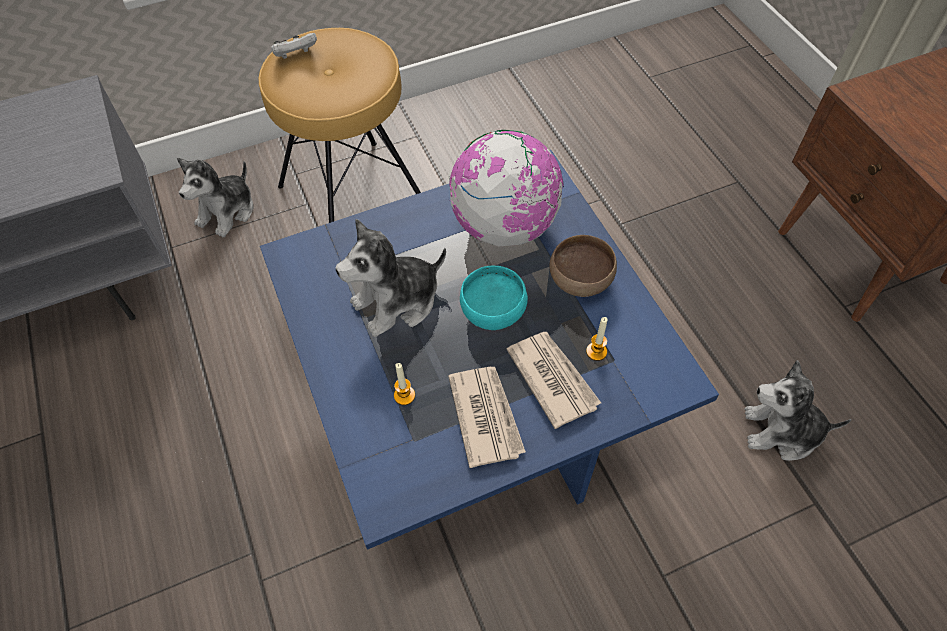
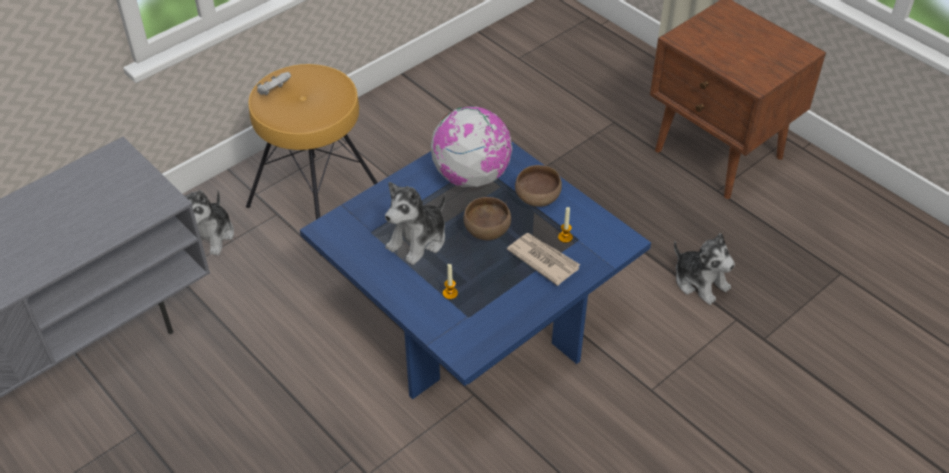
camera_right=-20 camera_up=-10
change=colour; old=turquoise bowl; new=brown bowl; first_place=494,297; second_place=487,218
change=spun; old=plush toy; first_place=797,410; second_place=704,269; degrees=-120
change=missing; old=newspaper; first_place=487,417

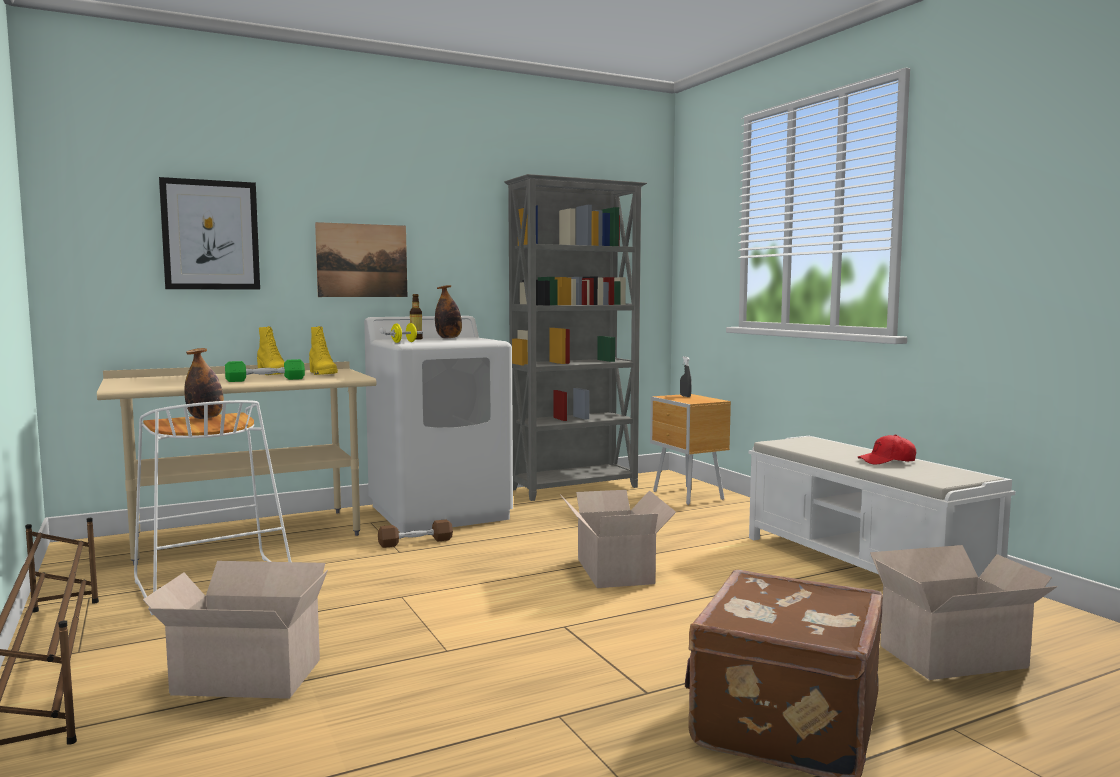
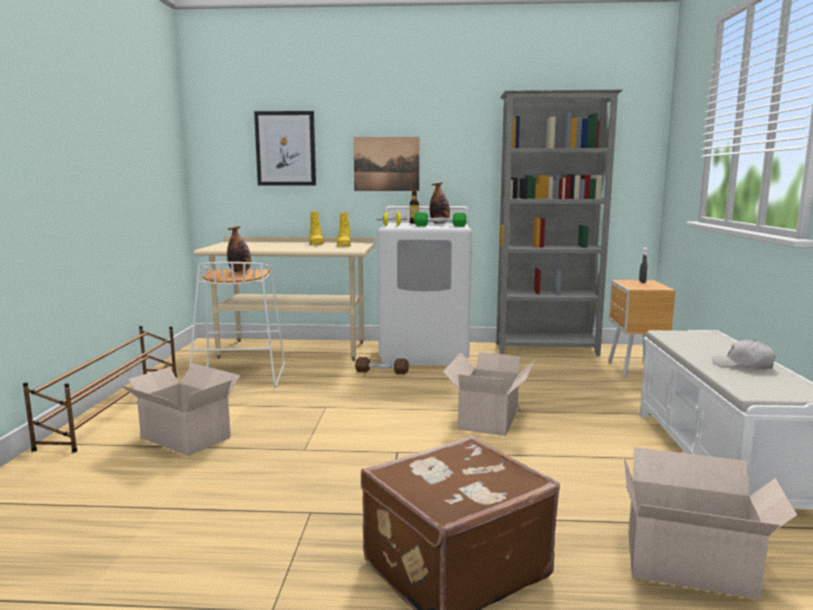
camera_right=30 camera_up=5
change=relocated; old=green dumbbell; first_place=265,370; second_place=440,219
change=colour; old=red cap; new=white cap; first_place=887,449; second_place=744,354

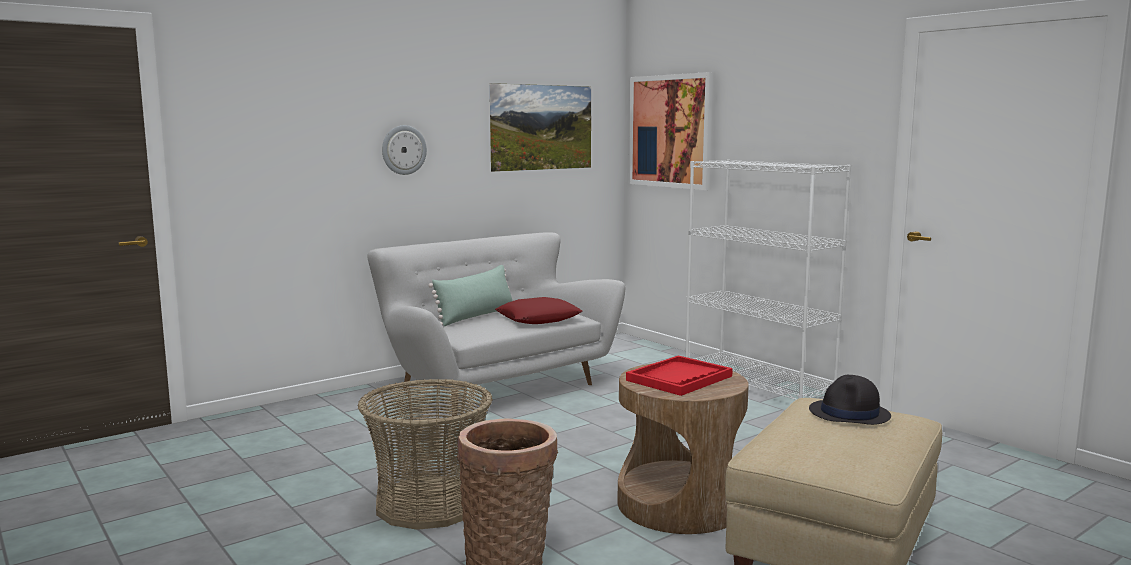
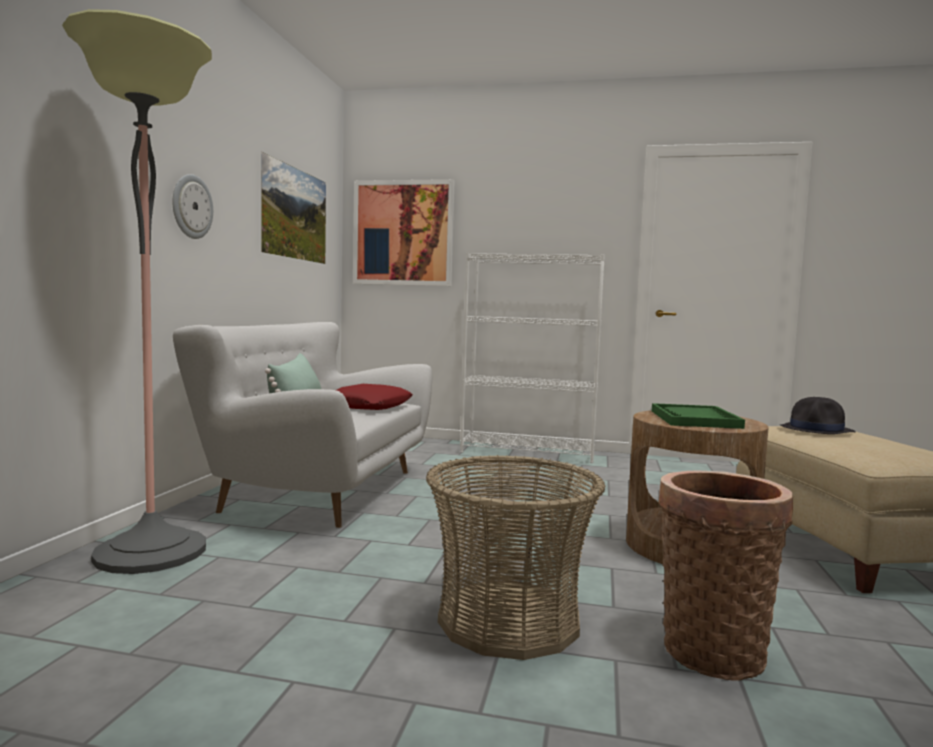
camera_right=-40 camera_up=-5
change=appeared; new=floor lamp; second_place=137,291
change=colour; old=red tray; new=green tray; first_place=679,375; second_place=698,416

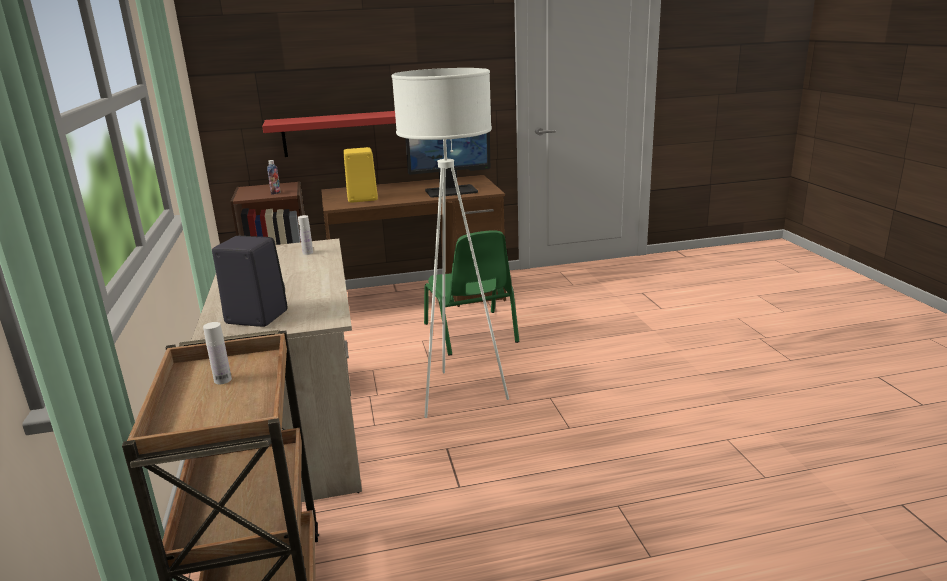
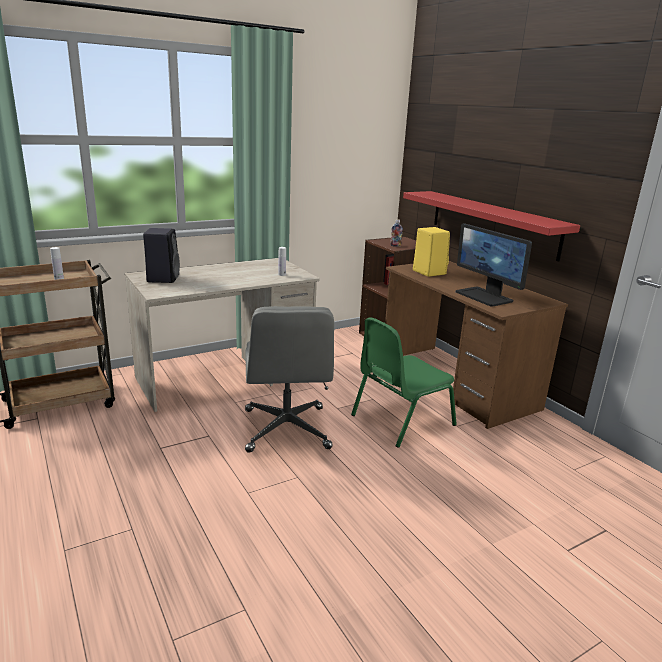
camera_right=70 camera_up=0
change=exchanged; old=white floor lamp; new=grey office chair; first_place=450,243; second_place=289,379

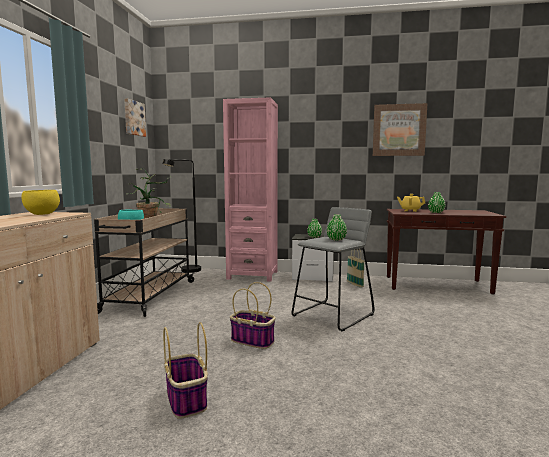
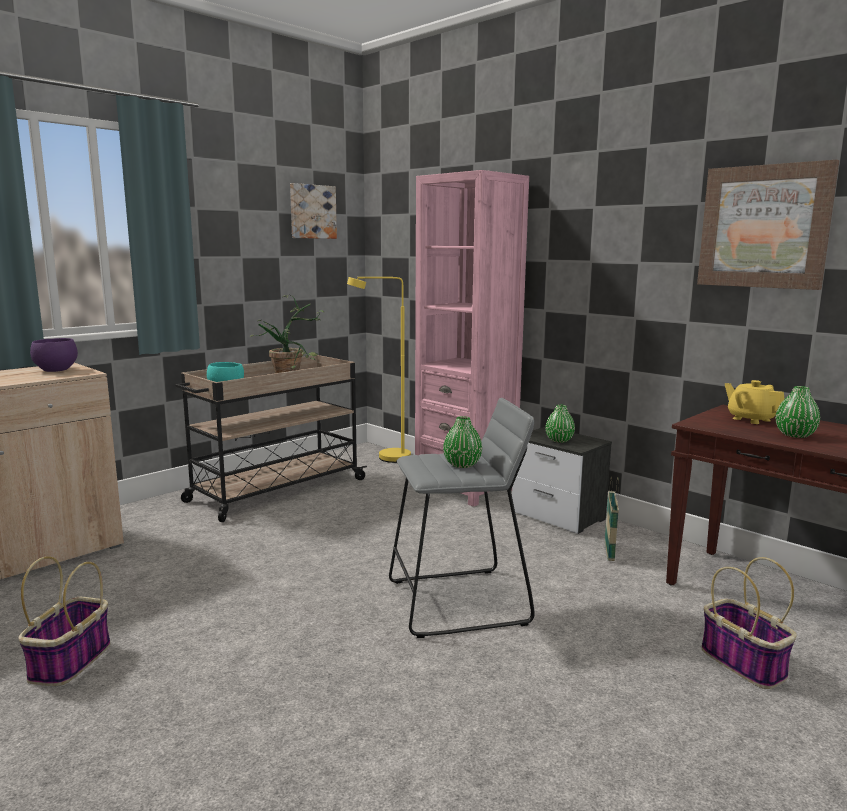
camera_right=35 camera_up=5
change=colour; old=yellow bowl; new=purple bowl; first_place=40,202; second_place=54,355
change=colour; old=black floor lamp; new=yellow floor lamp; first_place=182,216; second_place=379,370
change=relocated; old=basket; first_place=253,315; second_place=749,623

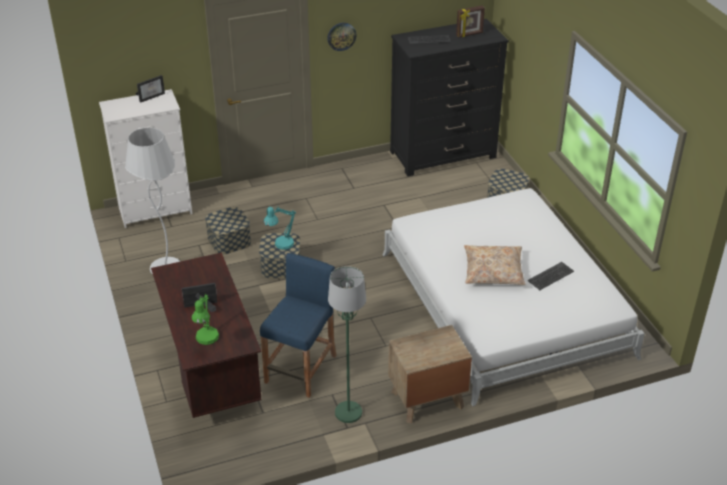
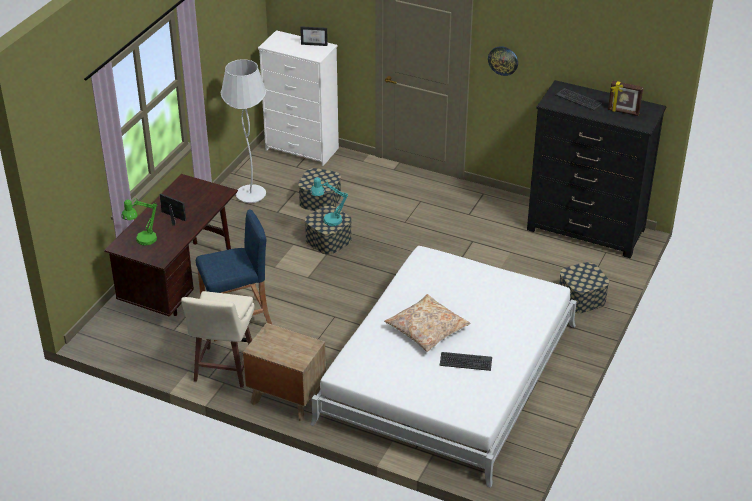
camera_right=45 camera_up=0
change=exchanged; old=green floor lamp; new=beige stool; first_place=347,344; second_place=217,339

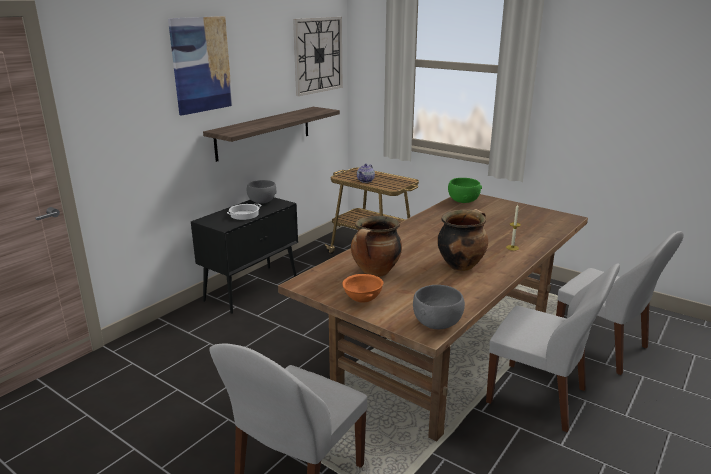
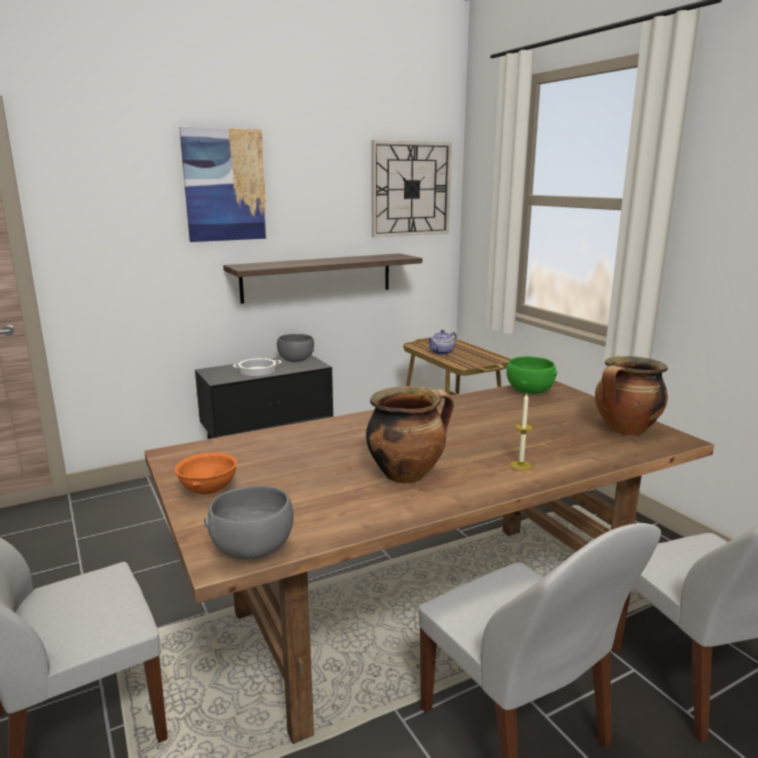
camera_right=25 camera_up=-5
change=relocated; old=cooking pot; first_place=376,246; second_place=631,395

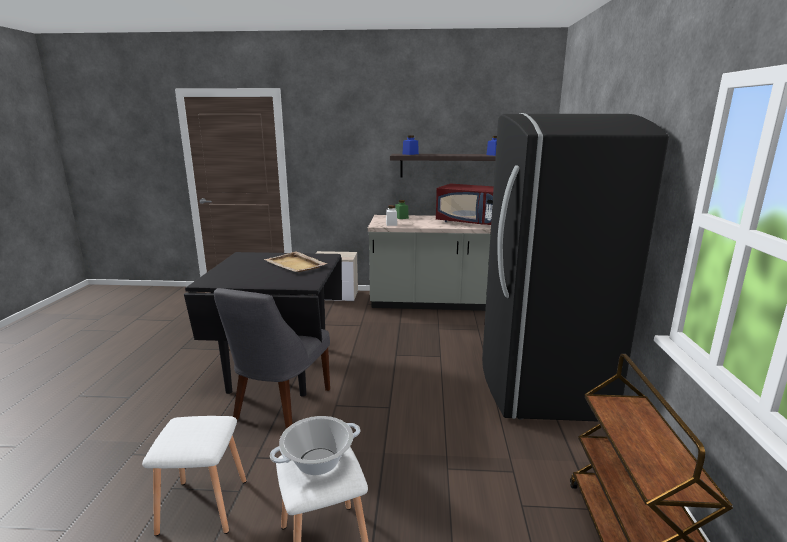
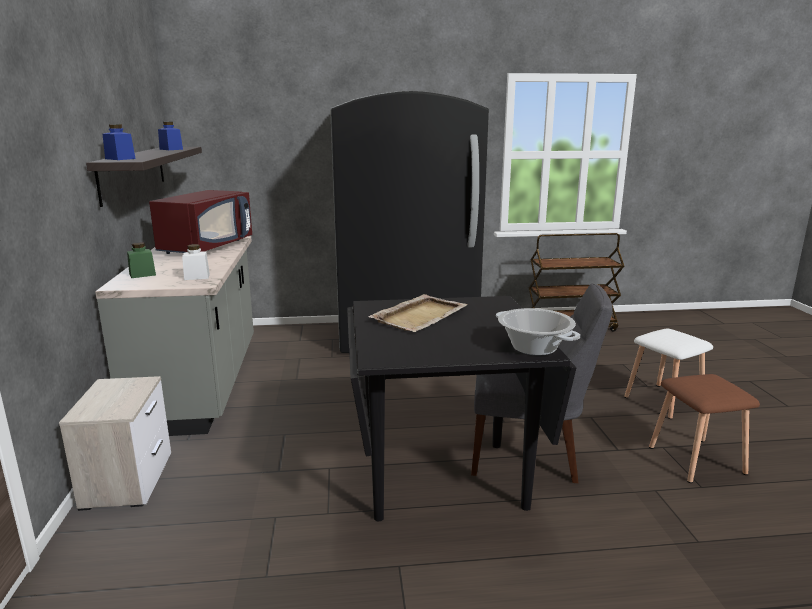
camera_right=-100 camera_up=0
change=relocated; old=cooking pot; first_place=315,445; second_place=538,331
change=colour; old=white stool; new=brown stool; first_place=194,476; second_place=704,428

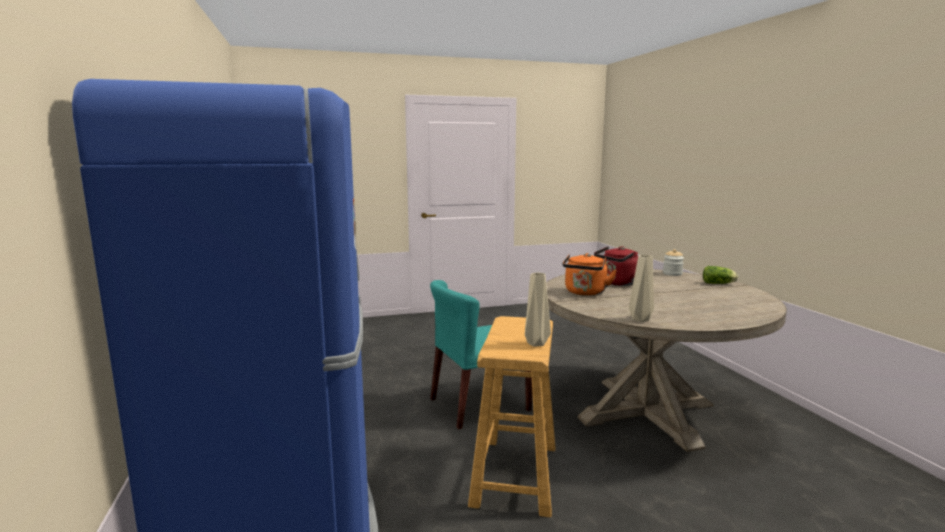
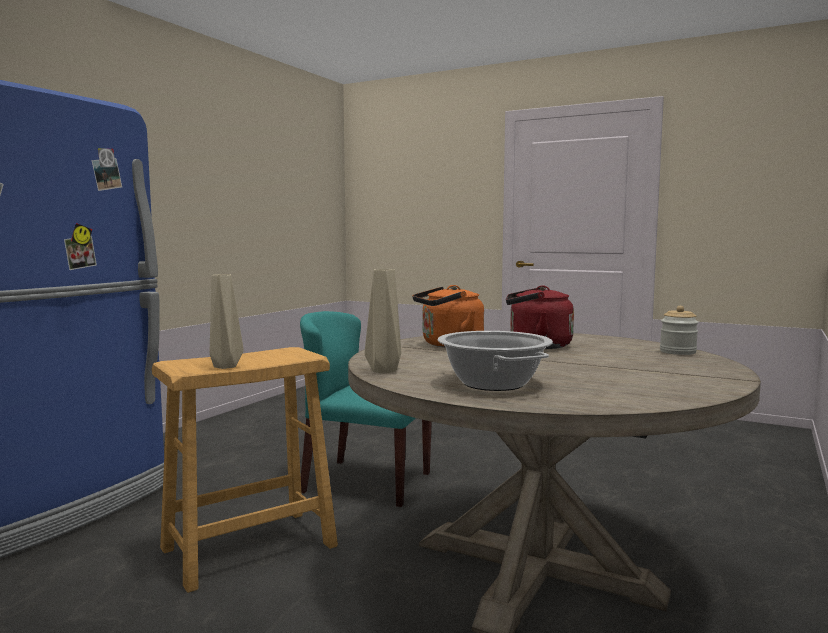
camera_right=45 camera_up=-5
change=appeared; new=cooking pot; second_place=495,361
change=missing; old=lettuce; first_place=720,275

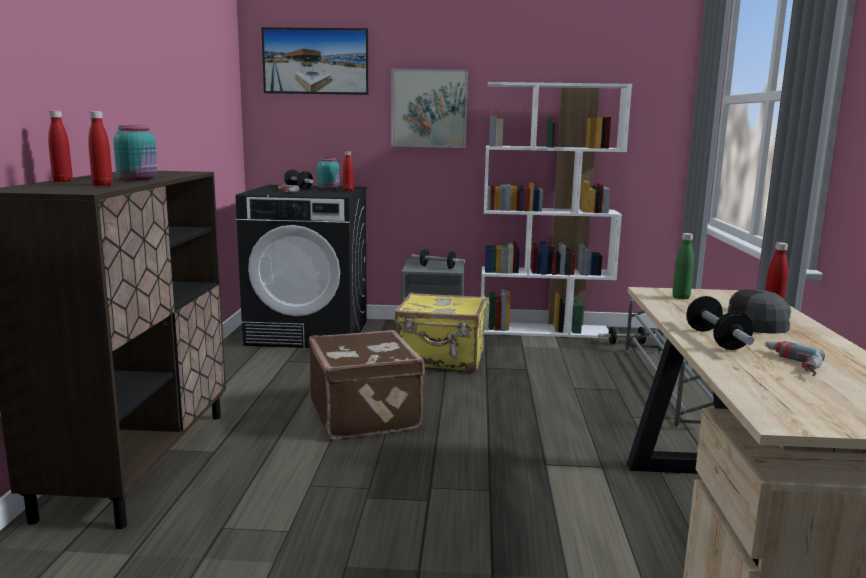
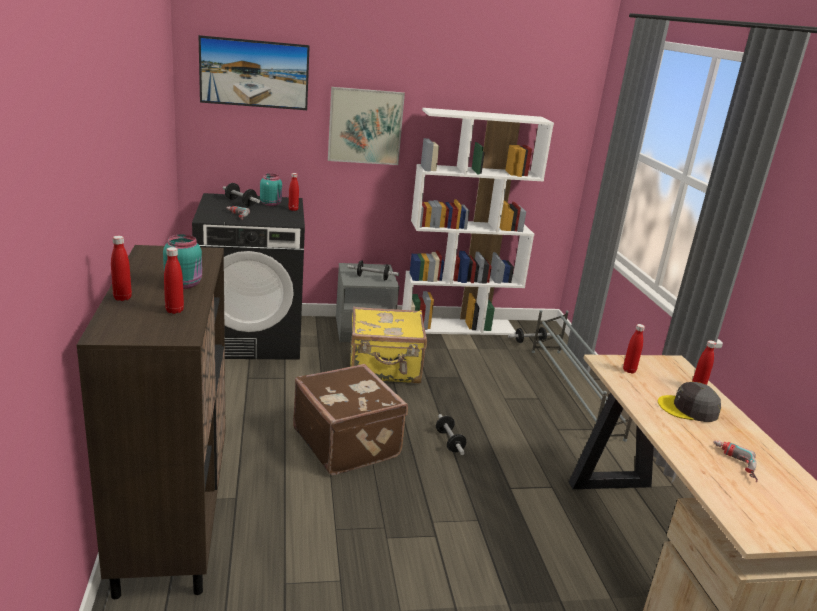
camera_right=-15 camera_up=10
change=relocated; old=dumbbell; first_place=720,323; second_place=451,434
change=colour; old=green bottle; new=red bottle; first_place=683,266; second_place=634,348

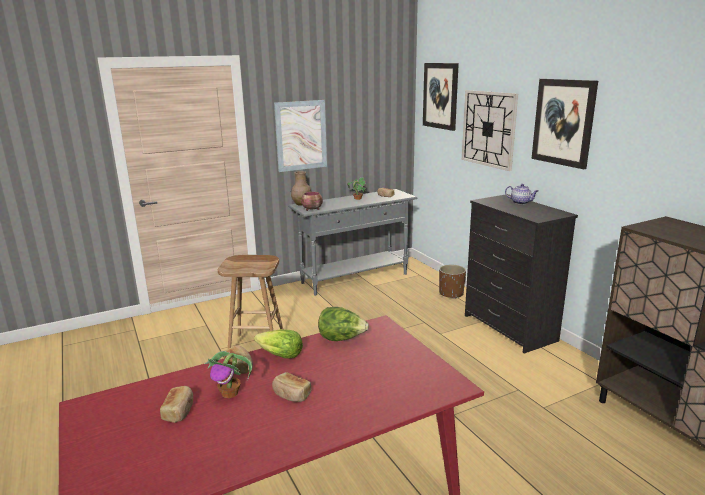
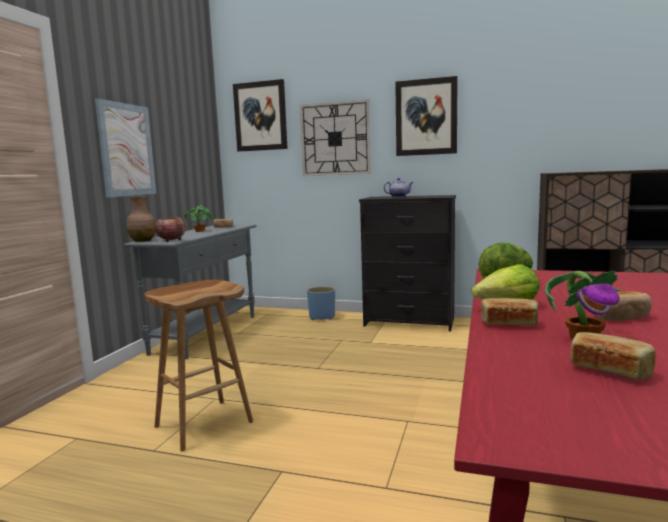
camera_right=-45 camera_up=-10
change=colour; old=brown planter; new=blue planter; first_place=452,282; second_place=321,303

